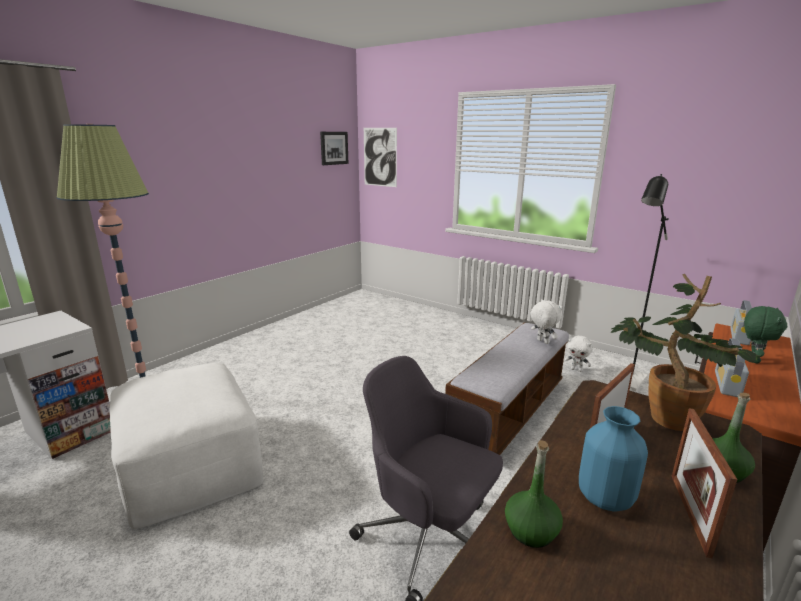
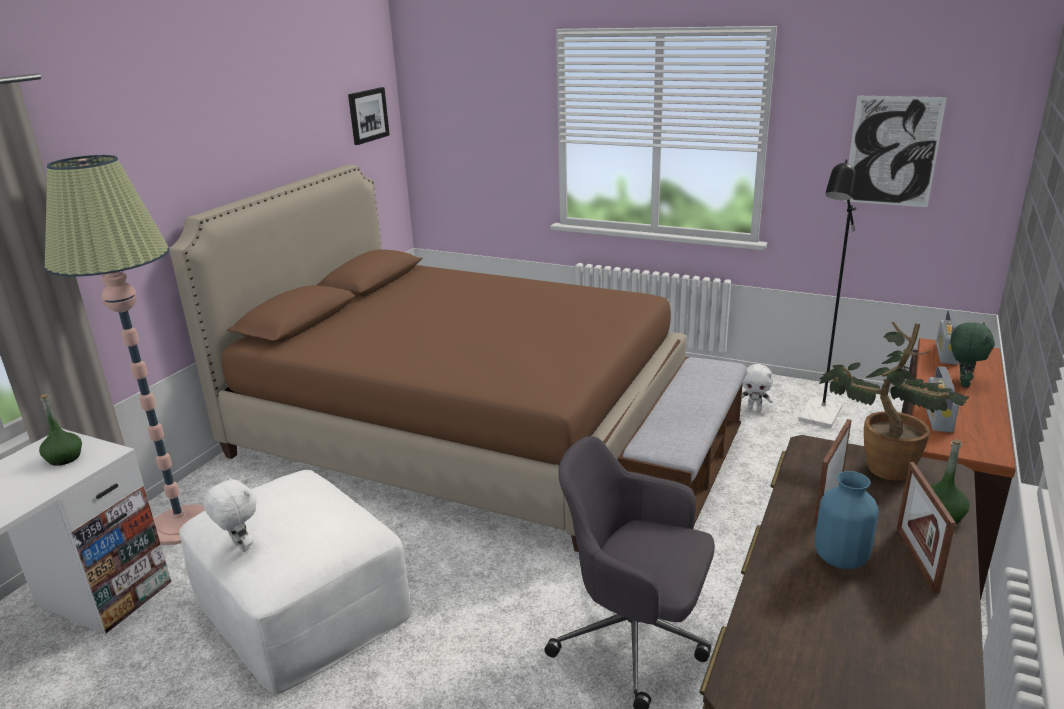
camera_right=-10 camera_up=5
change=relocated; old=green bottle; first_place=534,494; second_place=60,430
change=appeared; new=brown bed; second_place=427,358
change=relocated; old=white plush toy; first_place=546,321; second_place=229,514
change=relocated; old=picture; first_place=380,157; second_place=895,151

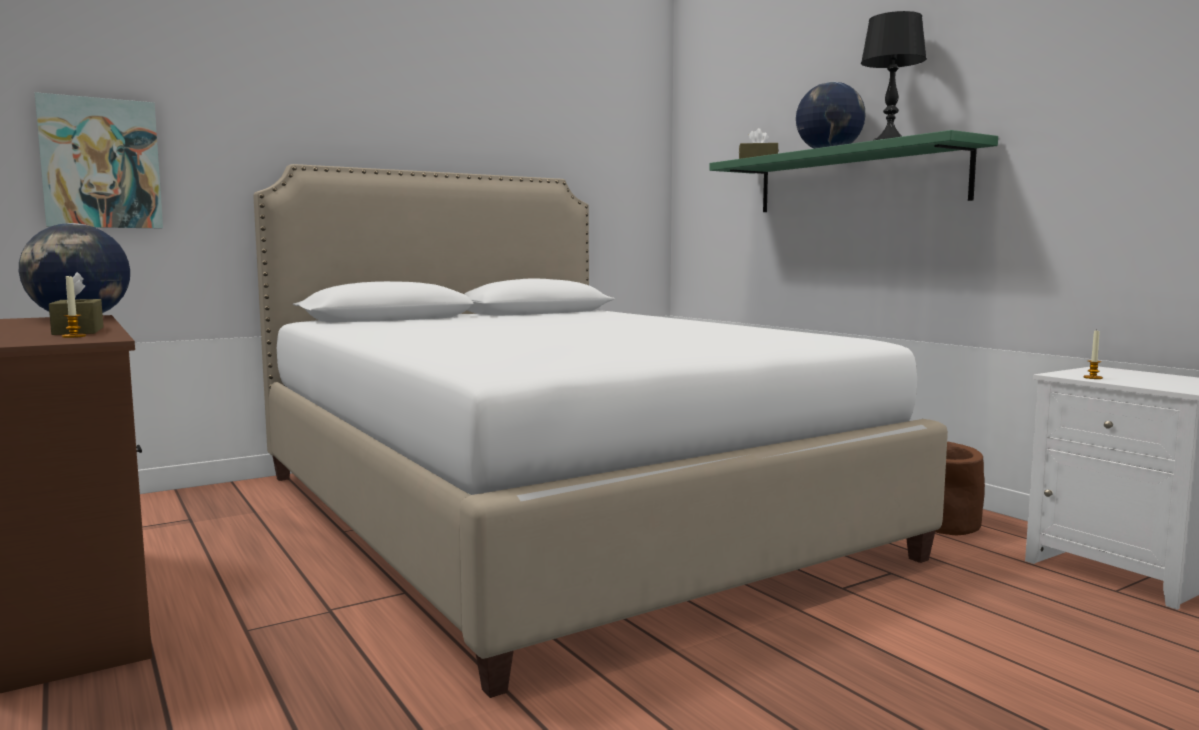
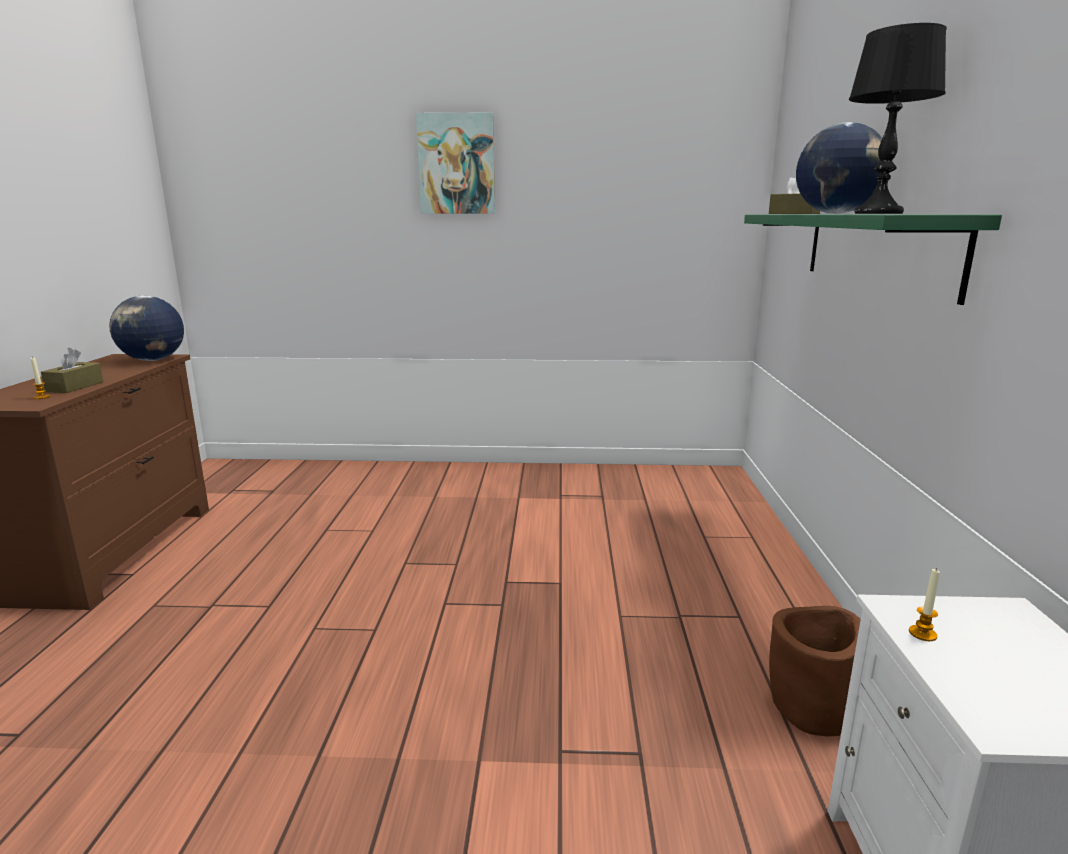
camera_right=35 camera_up=10
change=relocated; old=picture; first_place=99,160; second_place=455,163
change=missing; old=white bed; first_place=600,431

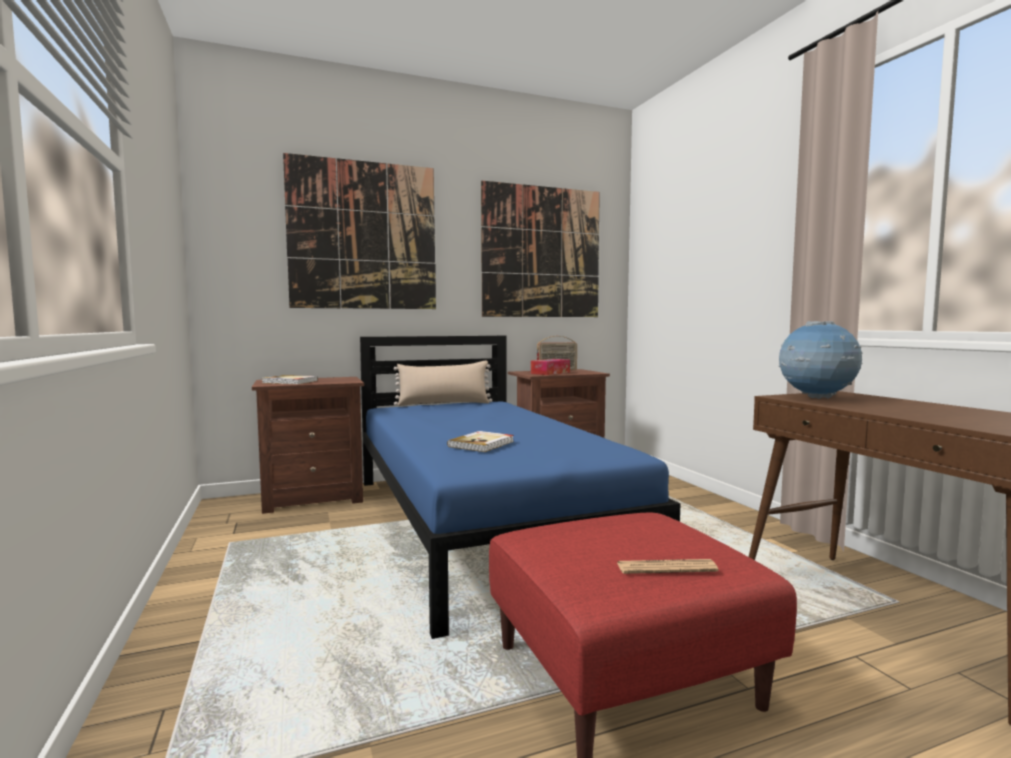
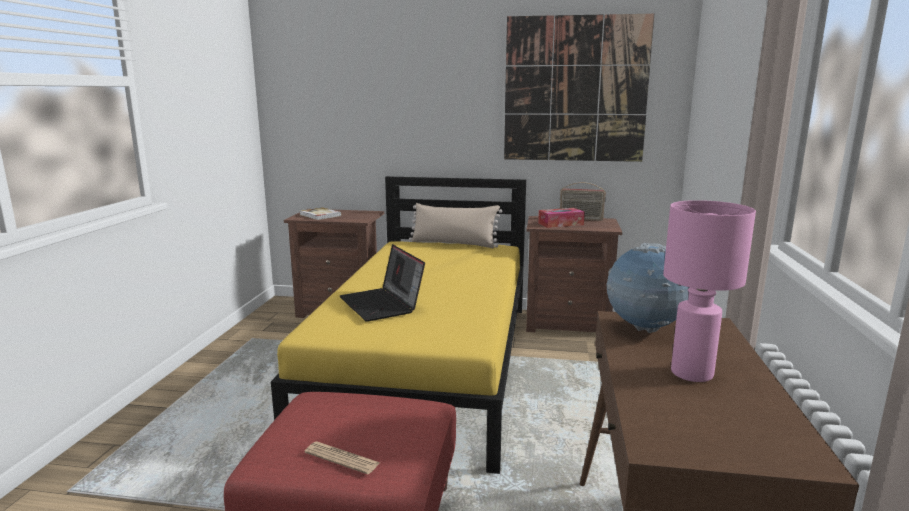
camera_right=30 camera_up=10
change=colour; old=blue bed; new=yellow bed; first_place=520,487; second_place=398,325
change=exchanged; old=book; new=laptop; first_place=480,441; second_place=382,283
change=appeared; new=pink table lamp; second_place=709,291
change=missing; old=picture; first_place=359,231

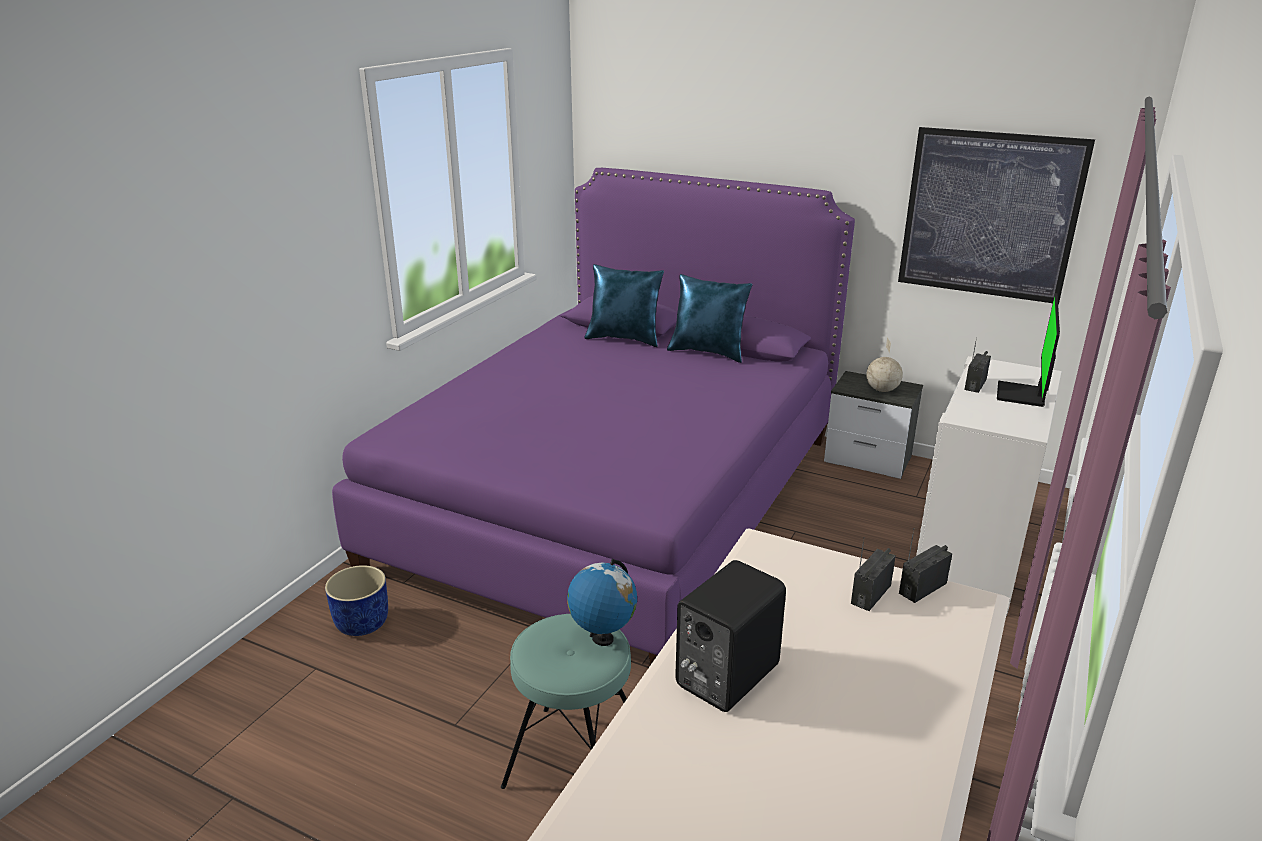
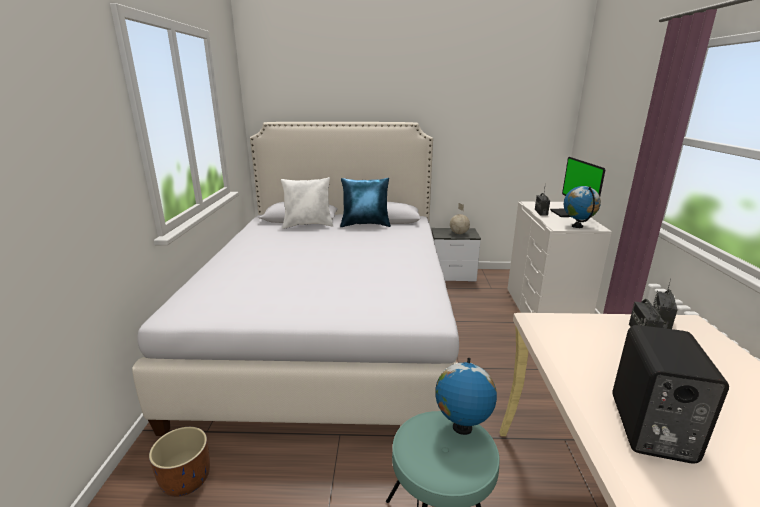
camera_right=-25 camera_up=-5
change=colour; old=purple bed; new=white bed; first_place=593,416; second_place=295,279
change=colour; old=blue planter; new=brown planter; first_place=356,600; second_place=179,462
change=colour; old=blue pillow; new=white pillow; first_place=624,305; second_place=307,203
change=appeared; new=globe; second_place=582,207
change=missing; old=picture; first_place=996,215

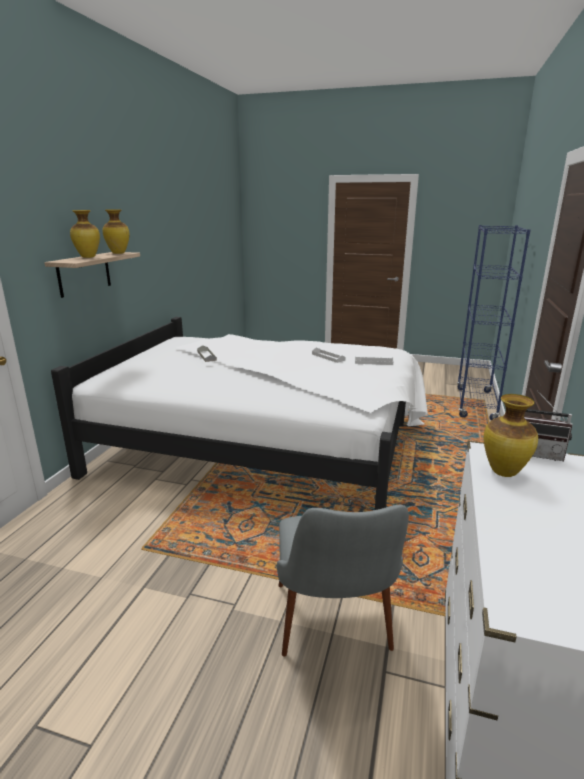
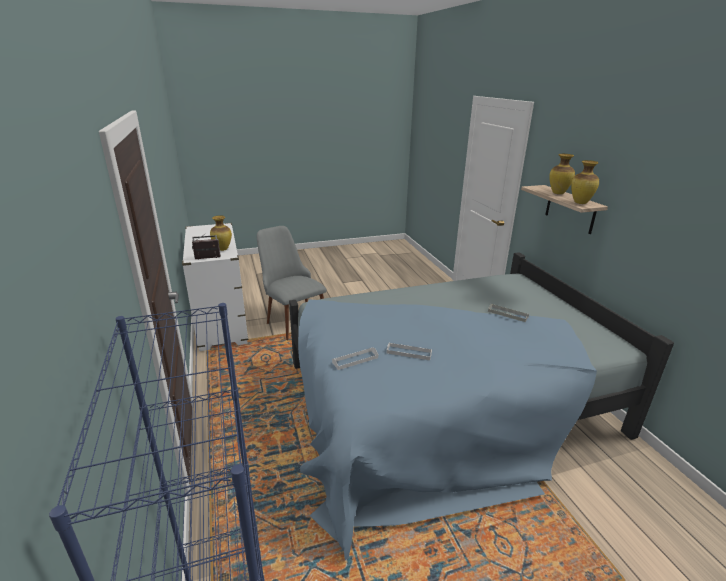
camera_right=145 camera_up=5
change=colour; old=white bed; new=blue bed; first_place=239,413; second_place=481,406

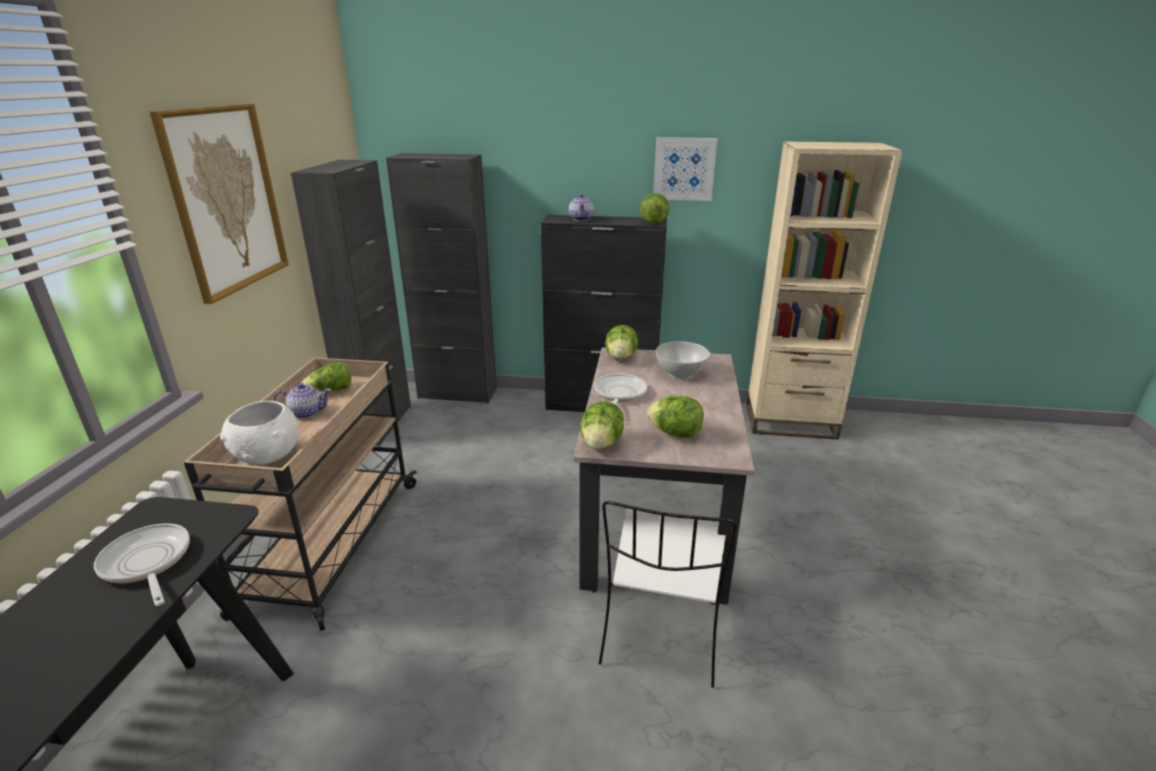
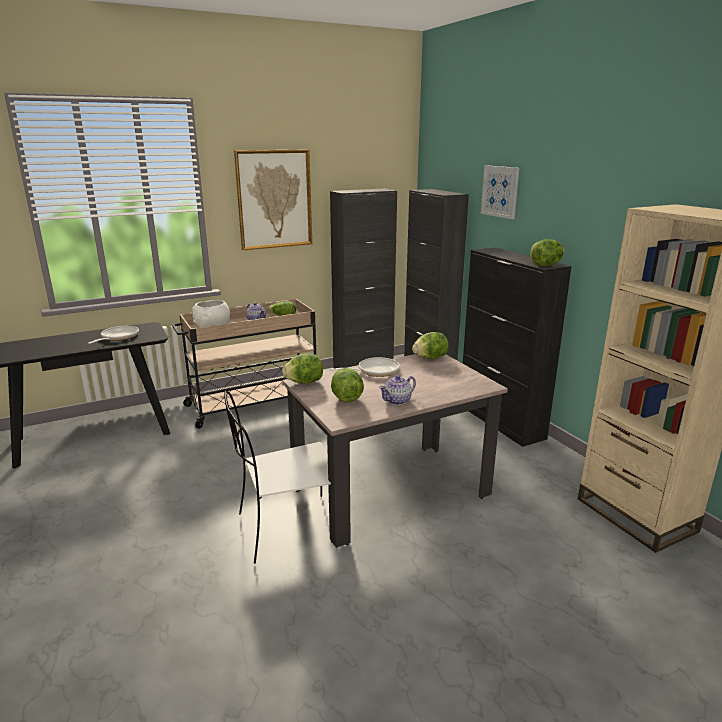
camera_right=55 camera_up=-5
change=relocated; old=teapot; first_place=581,207; second_place=397,390
change=relocated; old=picture; first_place=685,169; second_place=500,192
change=missing; old=white bowl; first_place=683,360

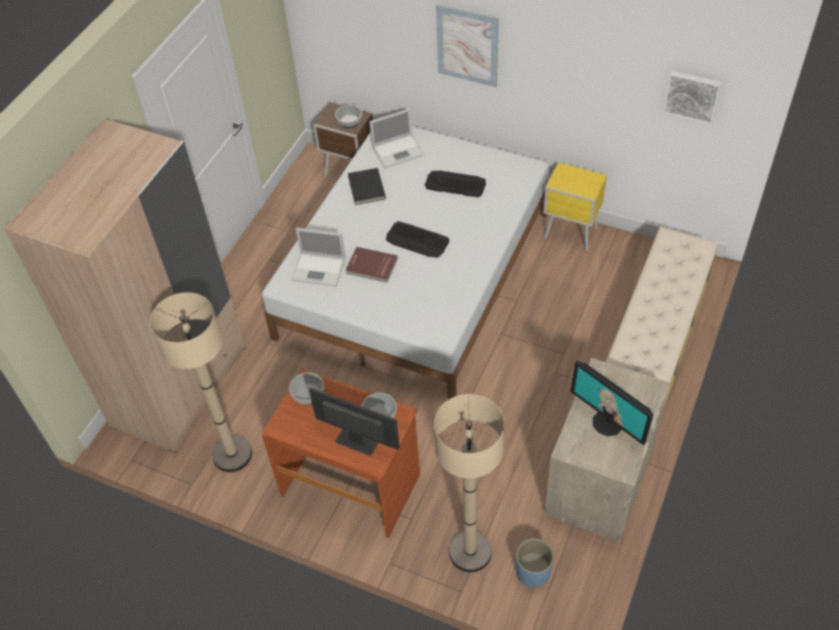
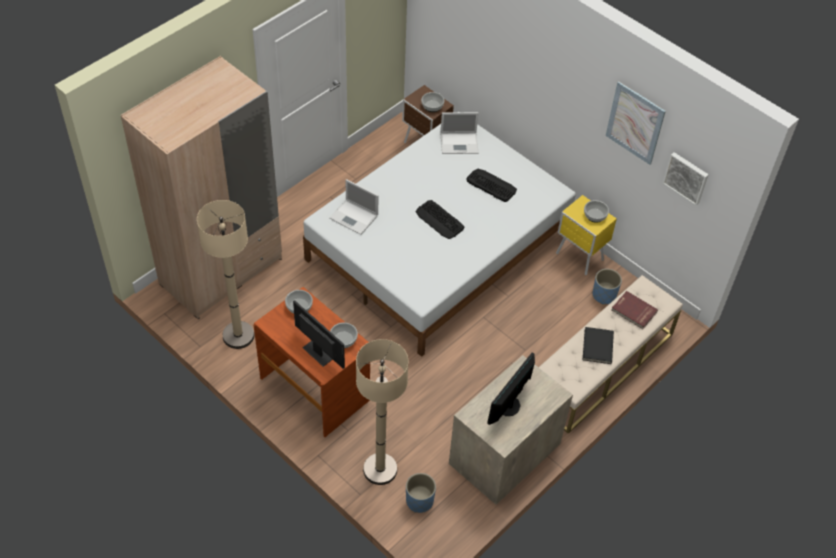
camera_right=15 camera_up=0
change=spun; old=monitor; first_place=612,403; second_place=511,388; degrees=60
change=relocated; old=black book; first_place=367,186; second_place=598,345
change=appeared; new=bowl; second_place=596,211
change=appeared; new=blue planter; second_place=607,287
change=relocated; old=picture; first_place=467,45; second_place=636,123
change=relocated; old=red book; first_place=372,264; second_place=635,310

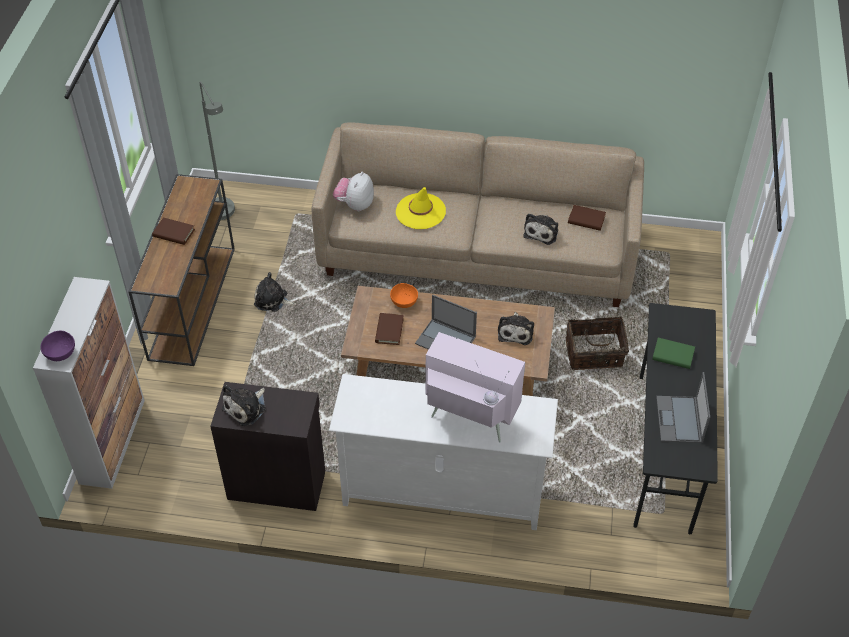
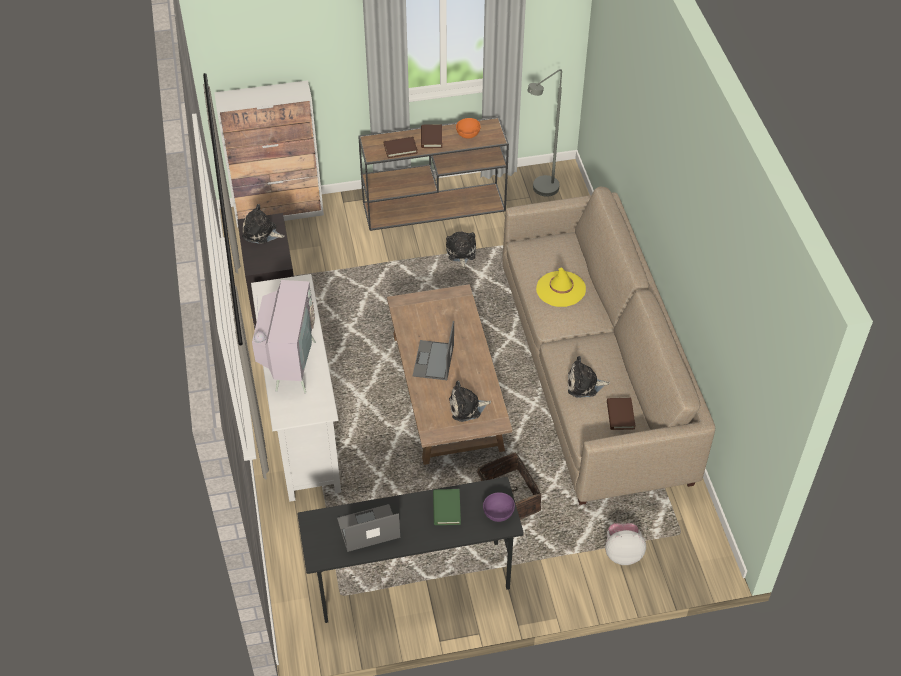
camera_right=70 camera_up=0
change=relocated; old=brown book; first_place=389,329; second_place=401,147
change=relocated; old=orange bowl; first_place=404,295; second_place=468,128
change=relocated; old=purple bowl; first_place=57,346; second_place=499,507
change=relocated; old=plush toy; first_place=353,191; second_place=625,544

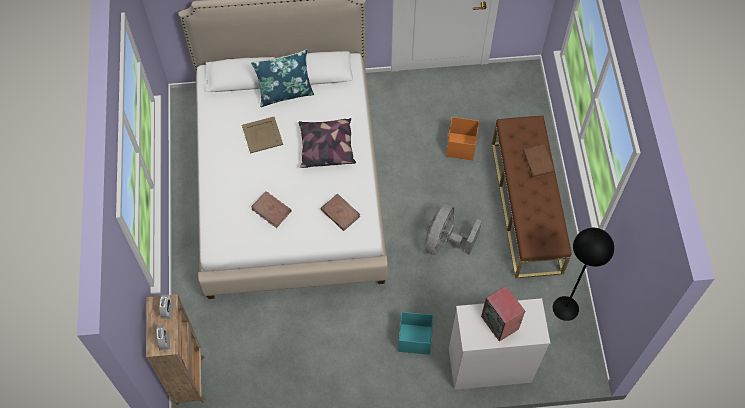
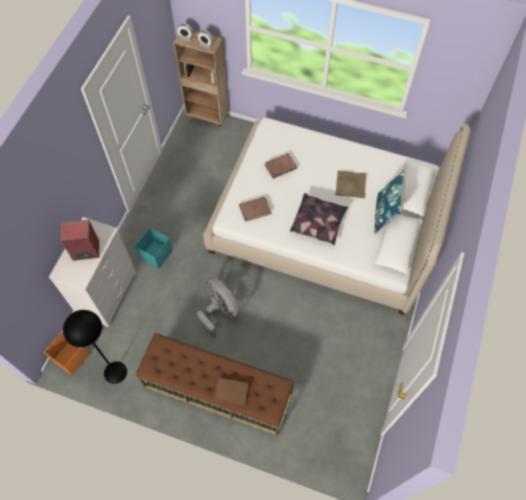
camera_right=115 camera_up=0
change=relocated; old=orange storage box; first_place=462,138; second_place=66,353

